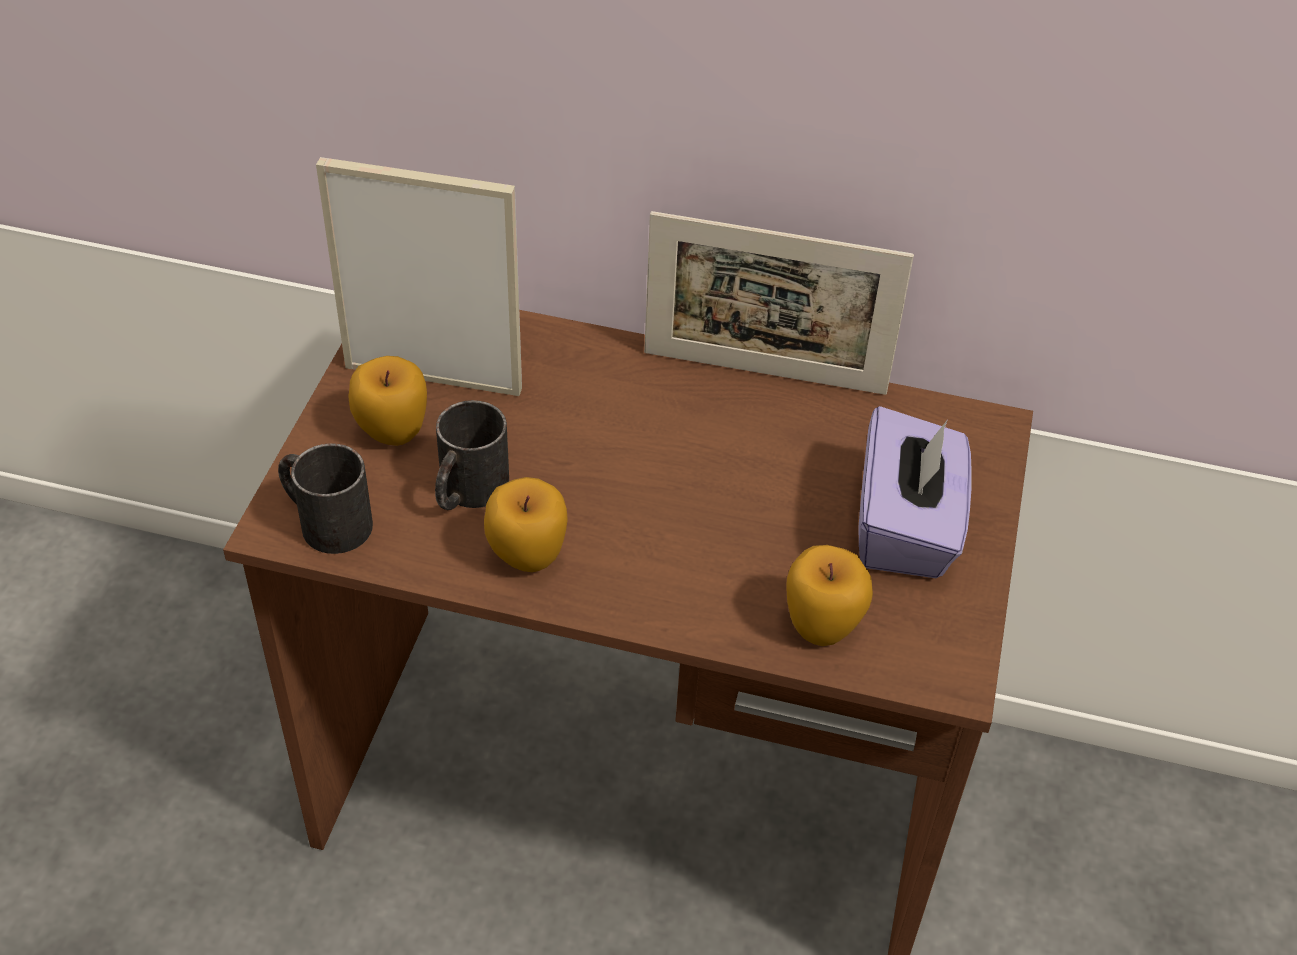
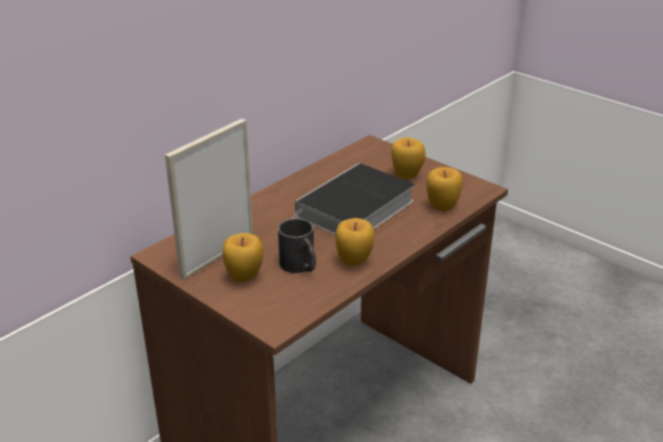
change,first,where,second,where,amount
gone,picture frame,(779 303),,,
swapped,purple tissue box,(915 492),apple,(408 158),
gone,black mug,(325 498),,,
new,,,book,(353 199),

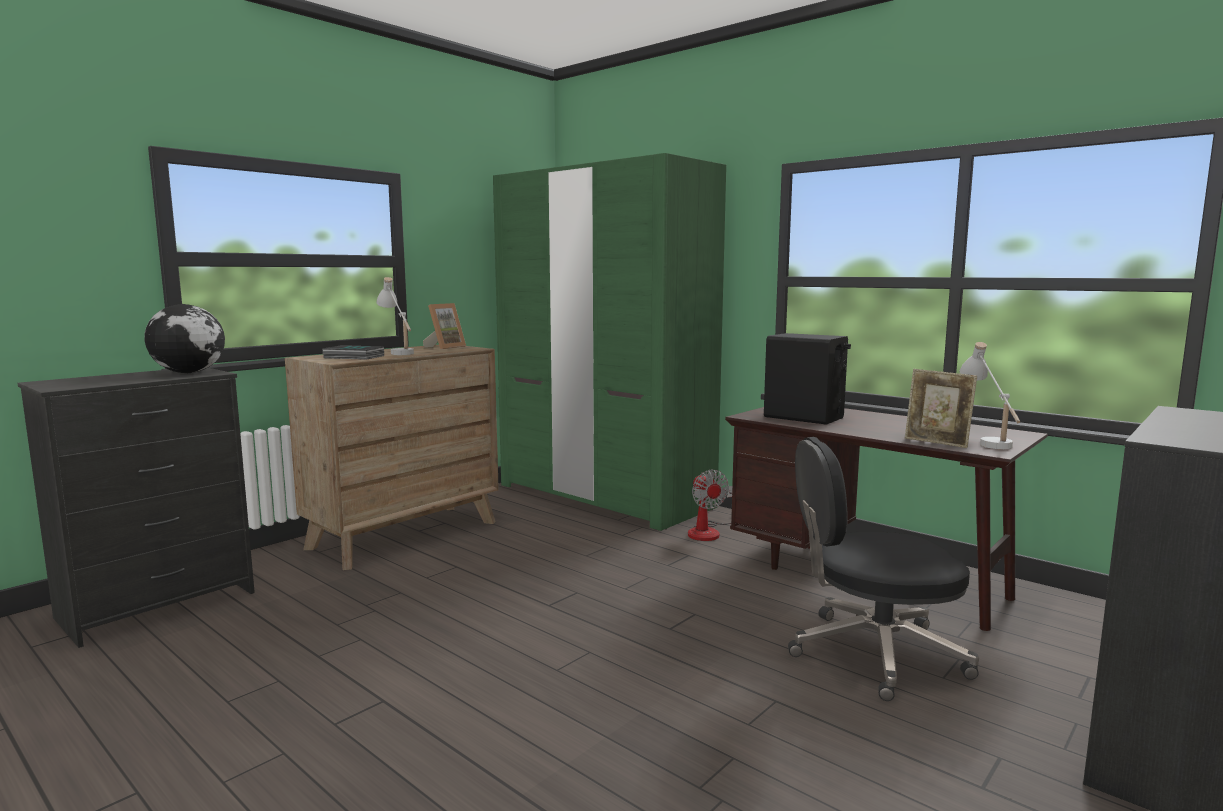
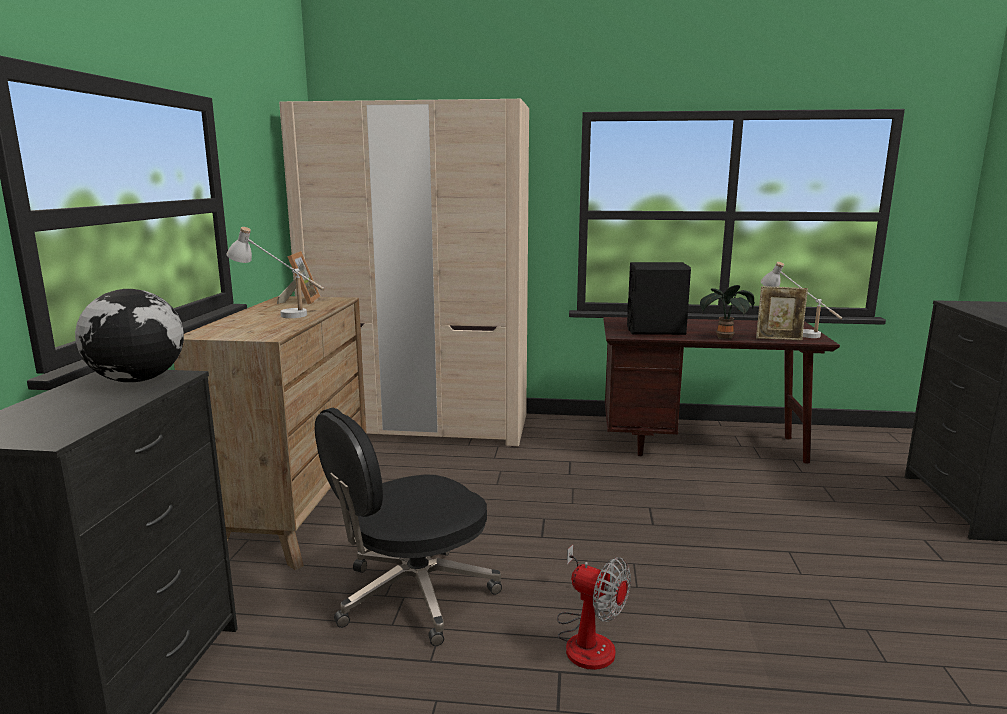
change,first,where,second,where,amount
repainted,green wardrobe,(609 342),beige wardrobe,(404 273),
gone,book,(353 352),,,
shifted,black office chair,(883 569),,(408 526),
shifted,fan,(710 505),,(594 607),
new,,,potted plant,(727 312),

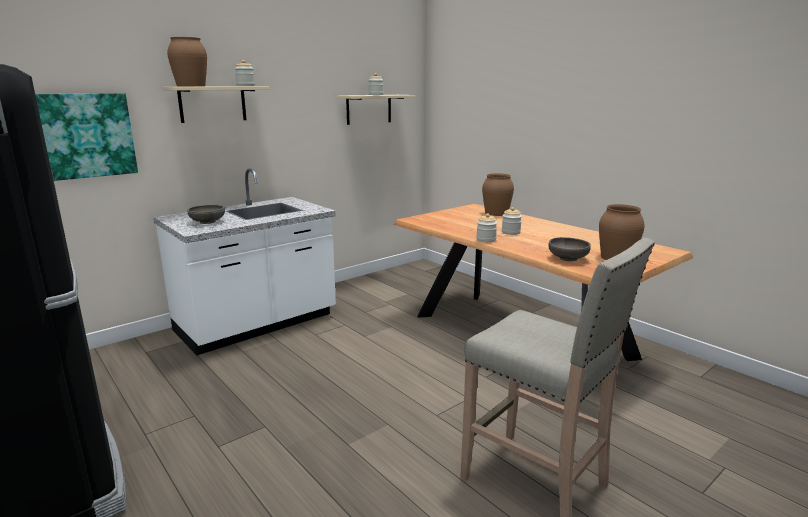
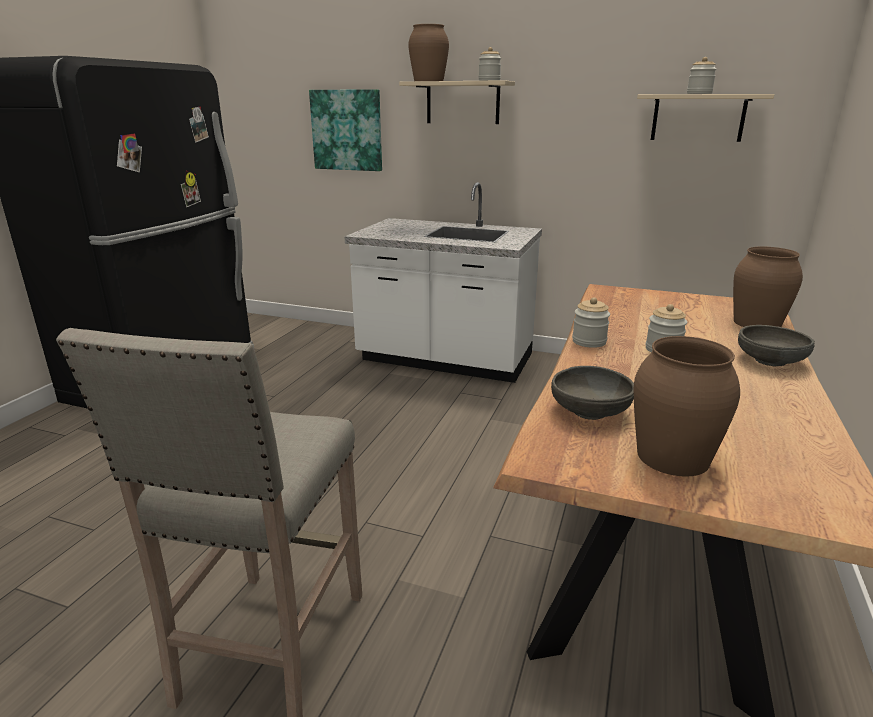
change,first,where,second,where,amount
shifted,grey bowl,(206 214),,(776 345),

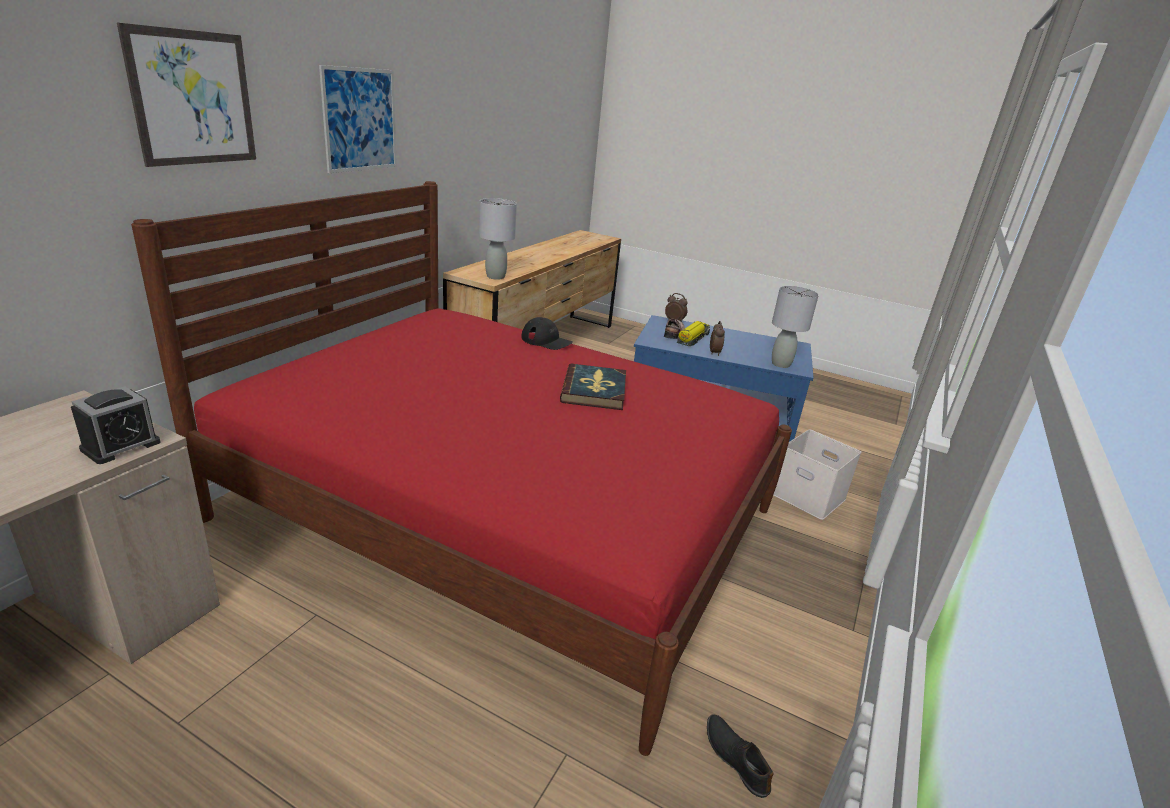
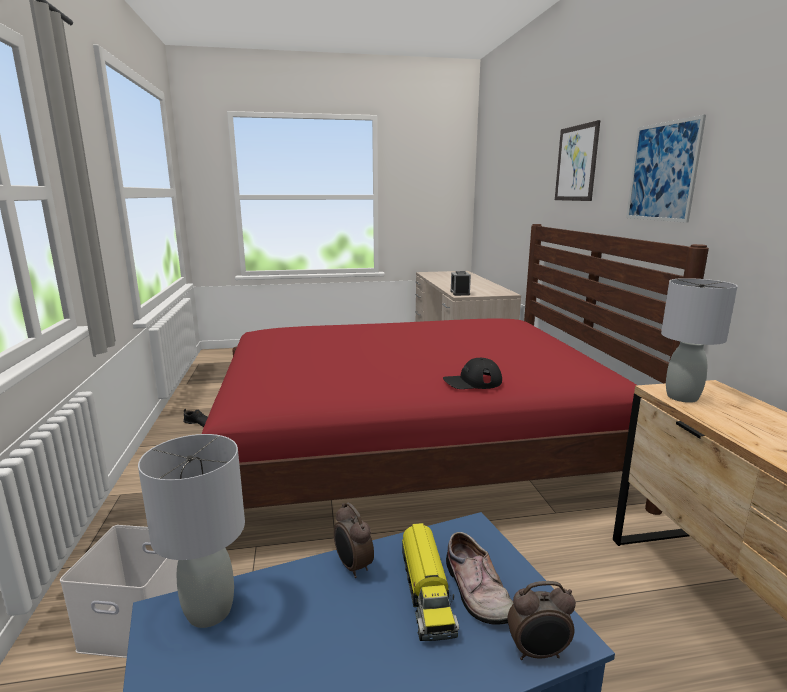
change,first,where,second,where,amount
gone,book,(593 387),,,

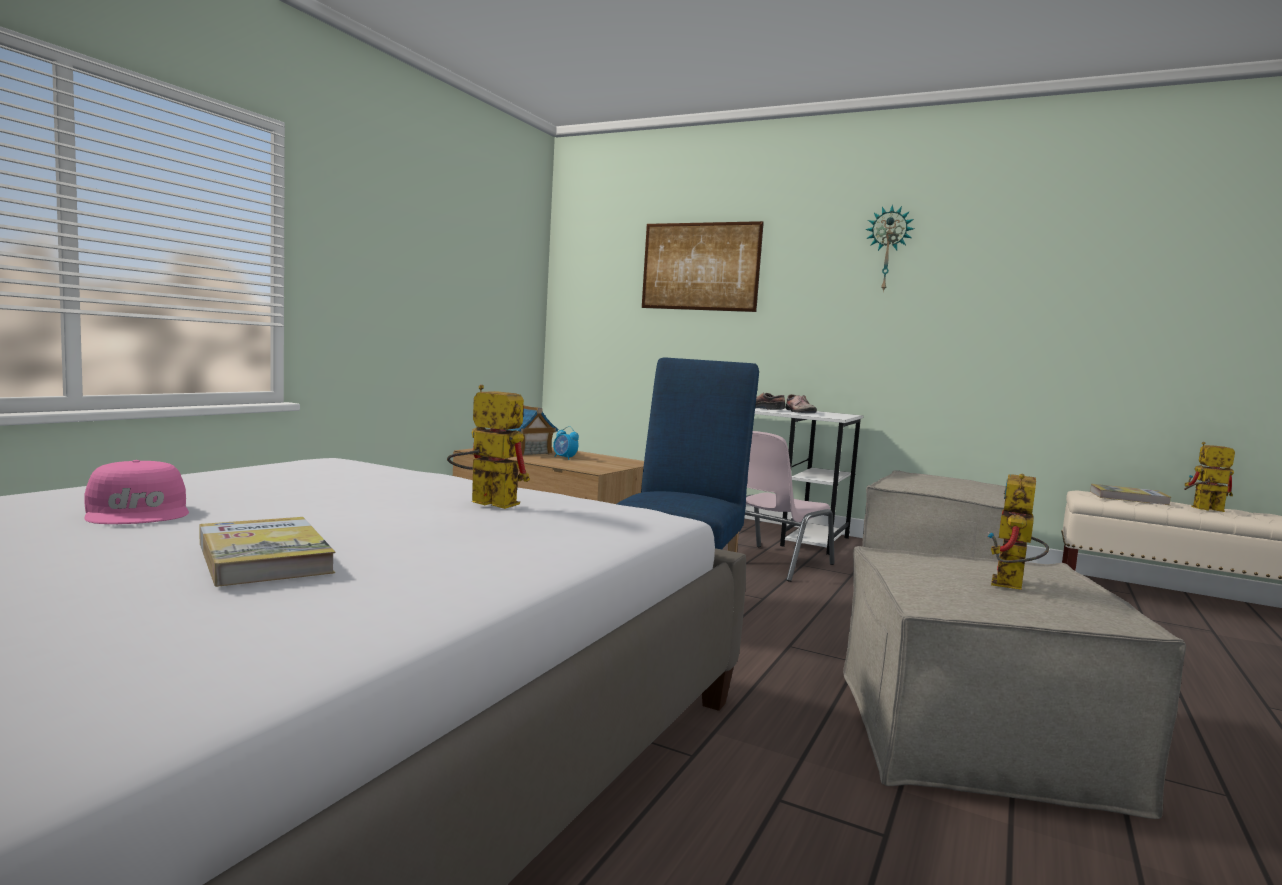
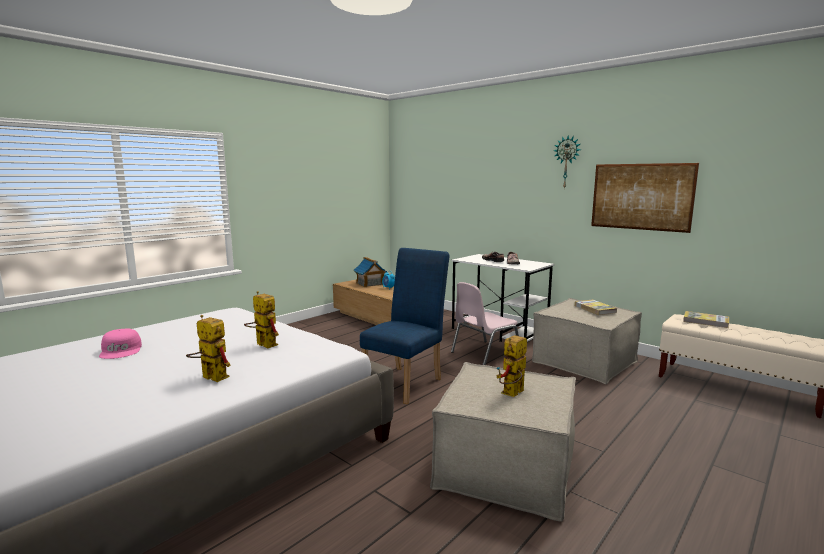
change,first,where,second,where,amount
shifted,picture,(703 266),,(645 198),
shifted,toy robot,(1209 477),,(208 348),
shifted,book,(267 552),,(596 307),

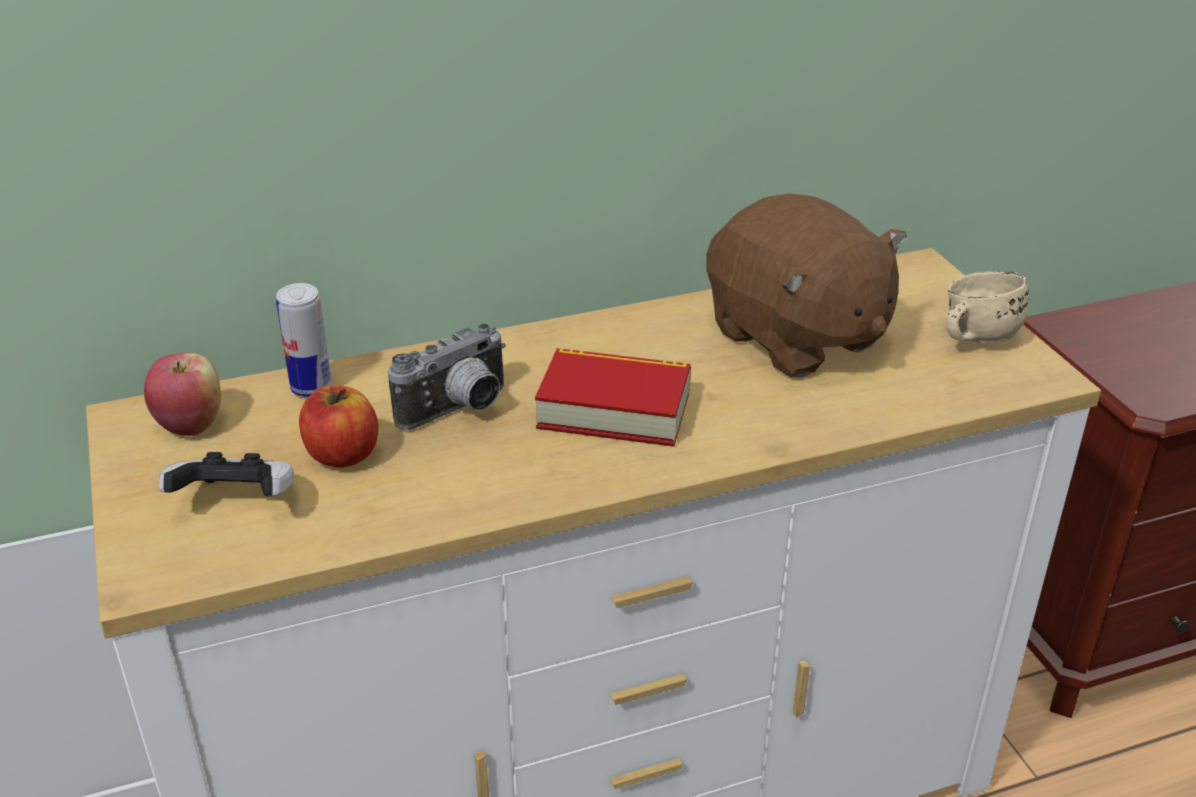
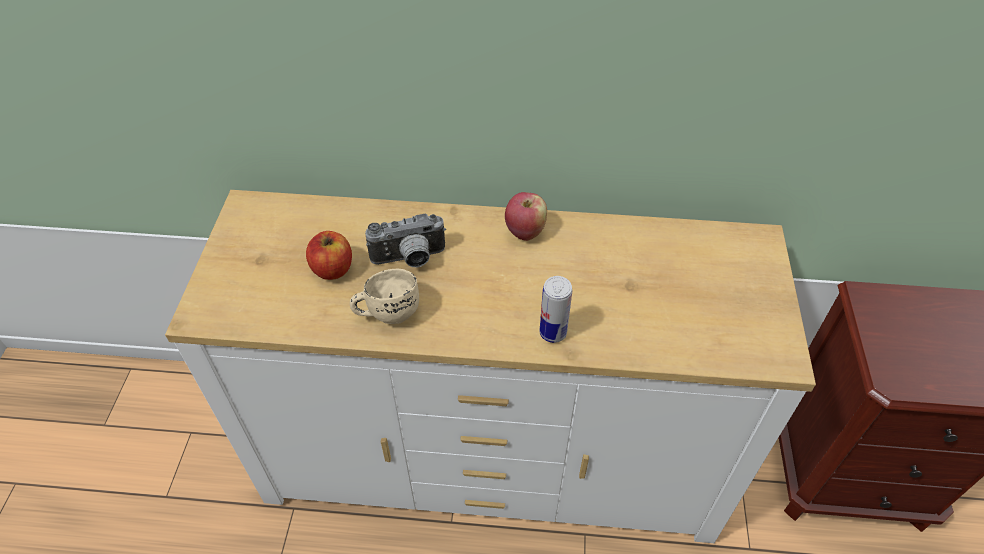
change,first,where,second,where,amount
gone,brown plush toy,(806 286),,,
shifted,beige mug,(987 307),,(384 296),
shifted,can,(304 340),,(555 309),
gone,book,(613 397),,,
shifted,apple,(182 394),,(526 216),
gone,game controller,(226 474),,,

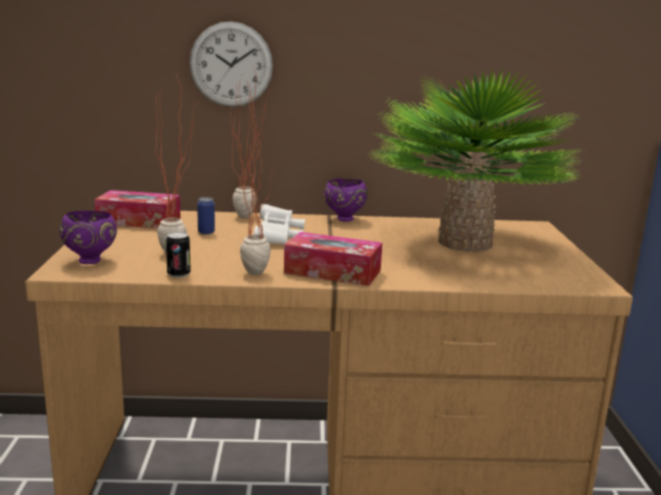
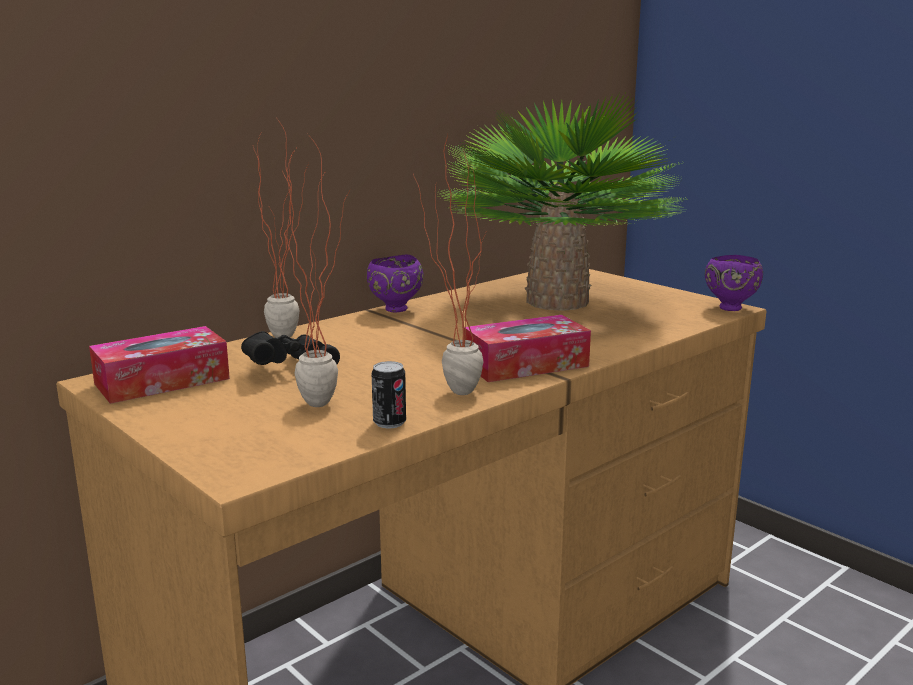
change,first,where,second,where,amount
gone,wall clock,(231 64),,,
swapped,can,(206 216),black binoculars,(290 348),
gone,white binoculars,(279 224),,,
shifted,purple bowl,(88 237),,(734 283),

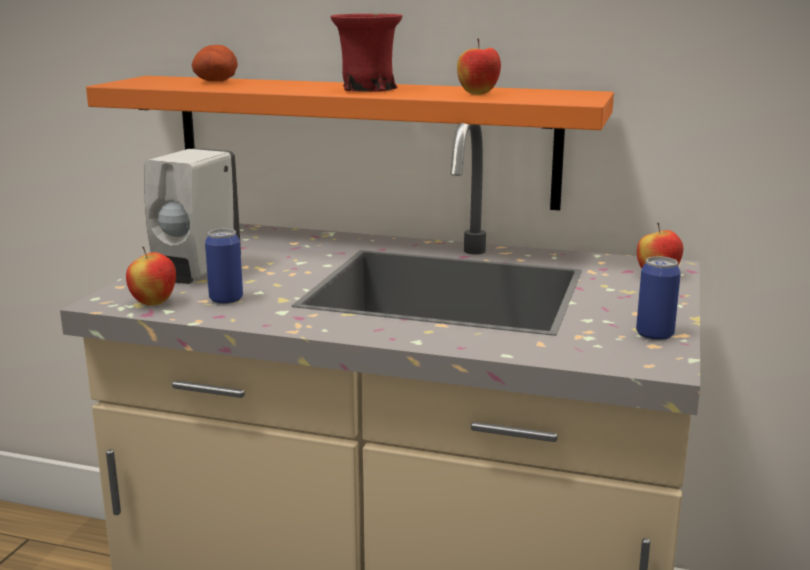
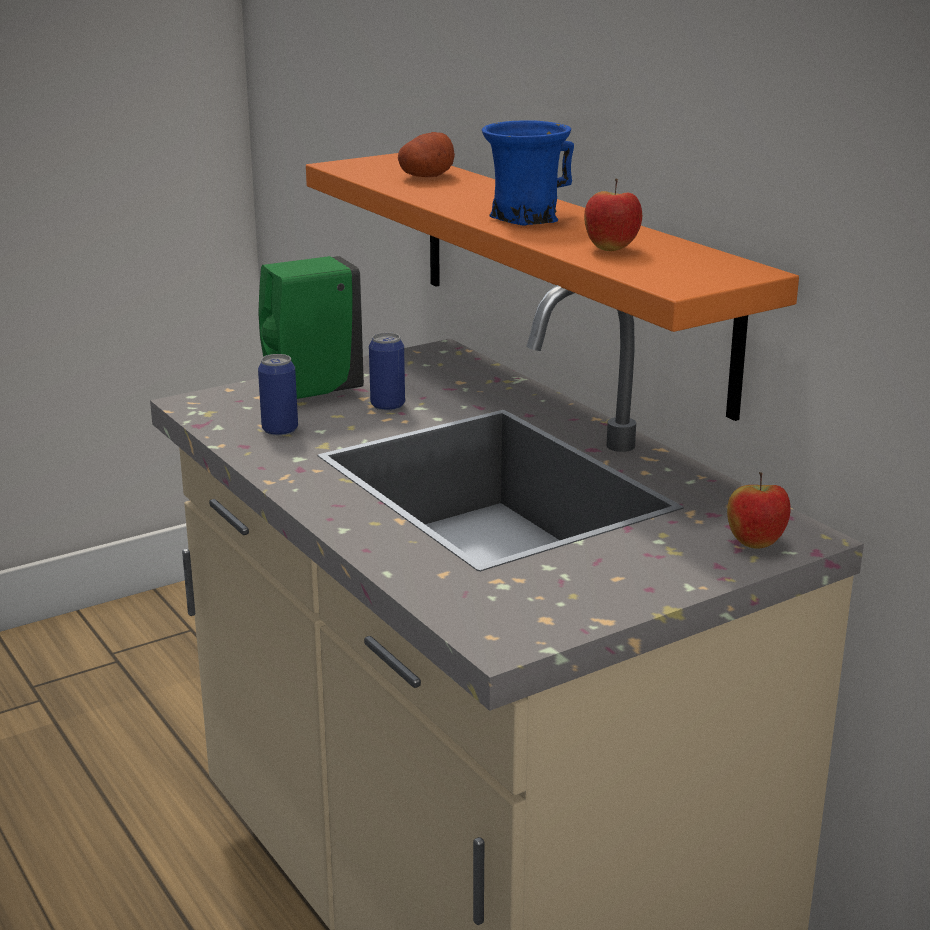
change,first,where,second,where,amount
repainted,red mug,(366 53),blue mug,(528 172),
repainted,white soap dispenser,(192 216),green soap dispenser,(311 327),
gone,apple,(151 276),,,
shifted,can,(658 298),,(387 371),

